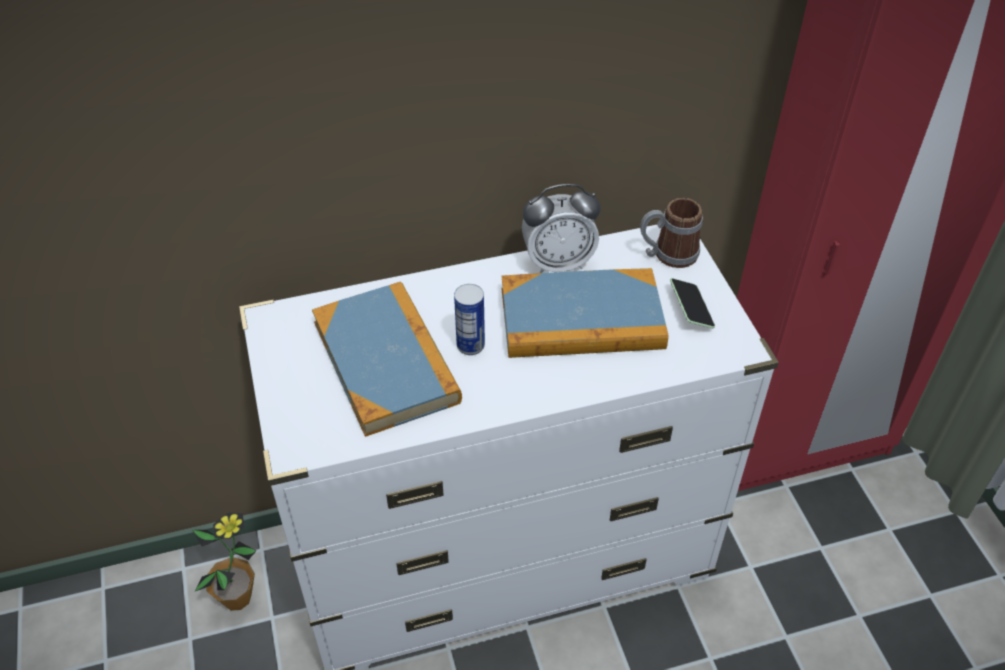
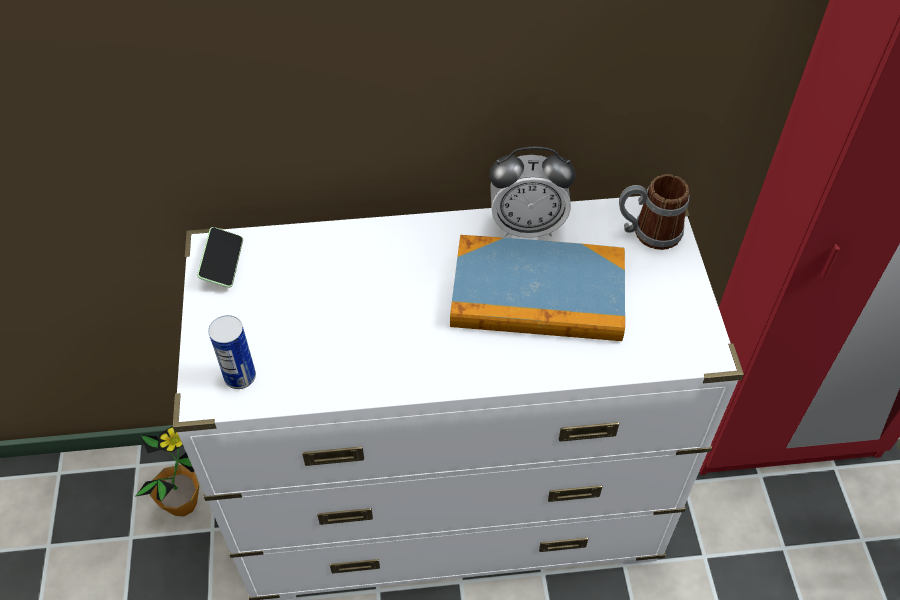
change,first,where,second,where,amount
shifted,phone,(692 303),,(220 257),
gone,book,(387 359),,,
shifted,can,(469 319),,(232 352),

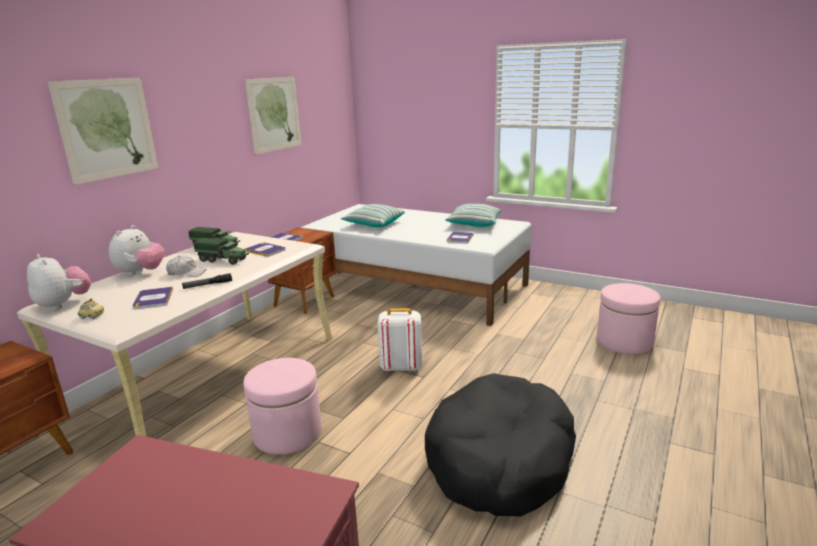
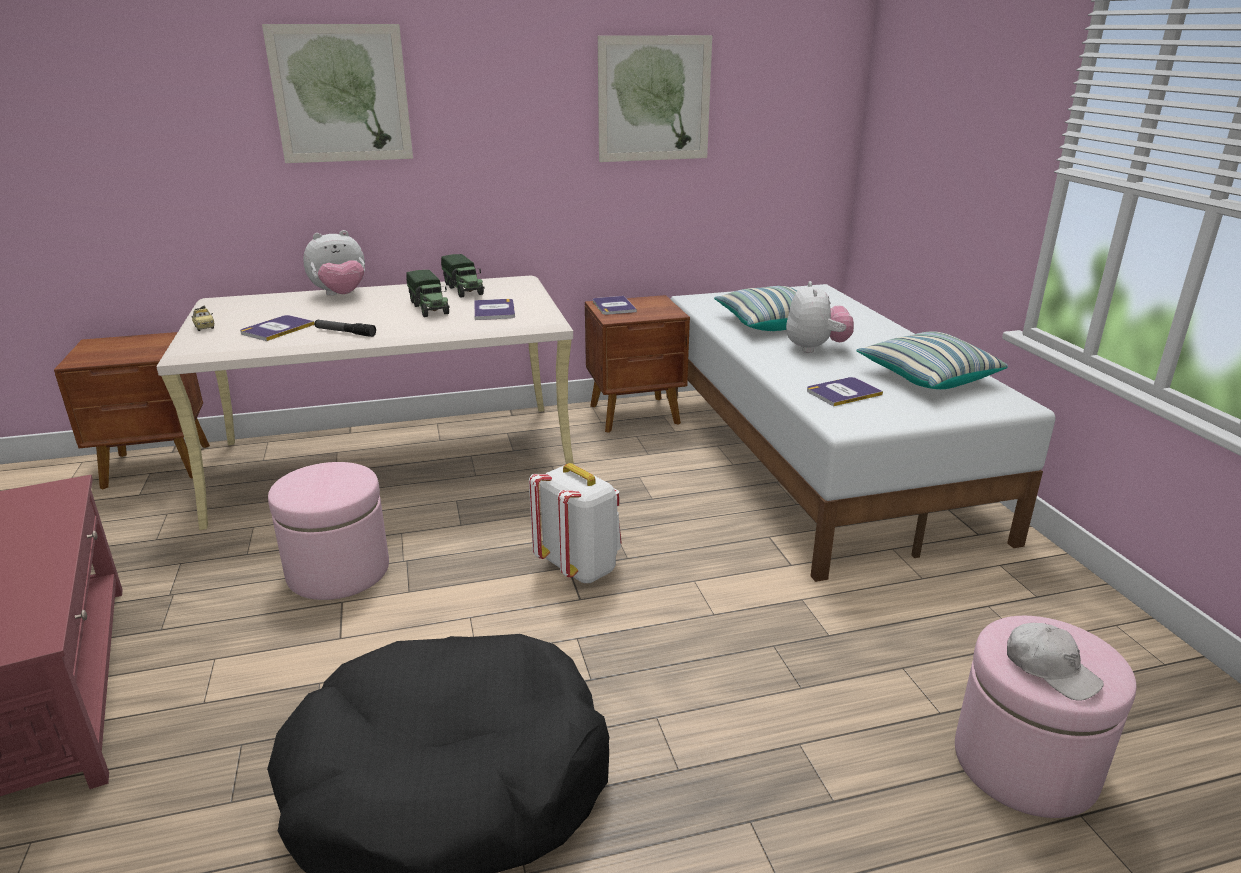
change,first,where,second,where,amount
shifted,plush toy,(59 282),,(820 317),
shifted,white cap,(186 266),,(1055 662),

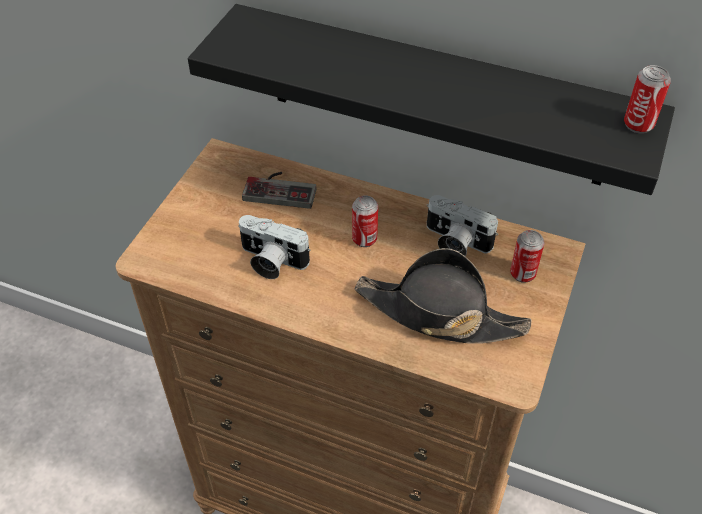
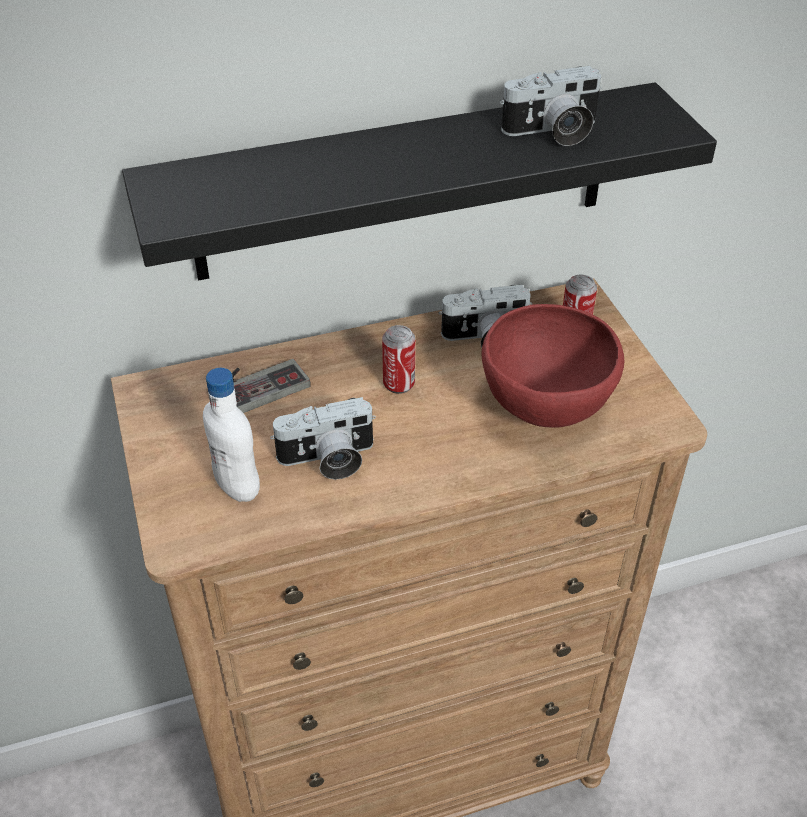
change,first,where,second,where,amount
gone,can,(647 99),,,
swapped,black hat,(442 296),red bowl,(552 366),
new,,,photo camera,(550 106),
new,,,white bottle,(231 435),

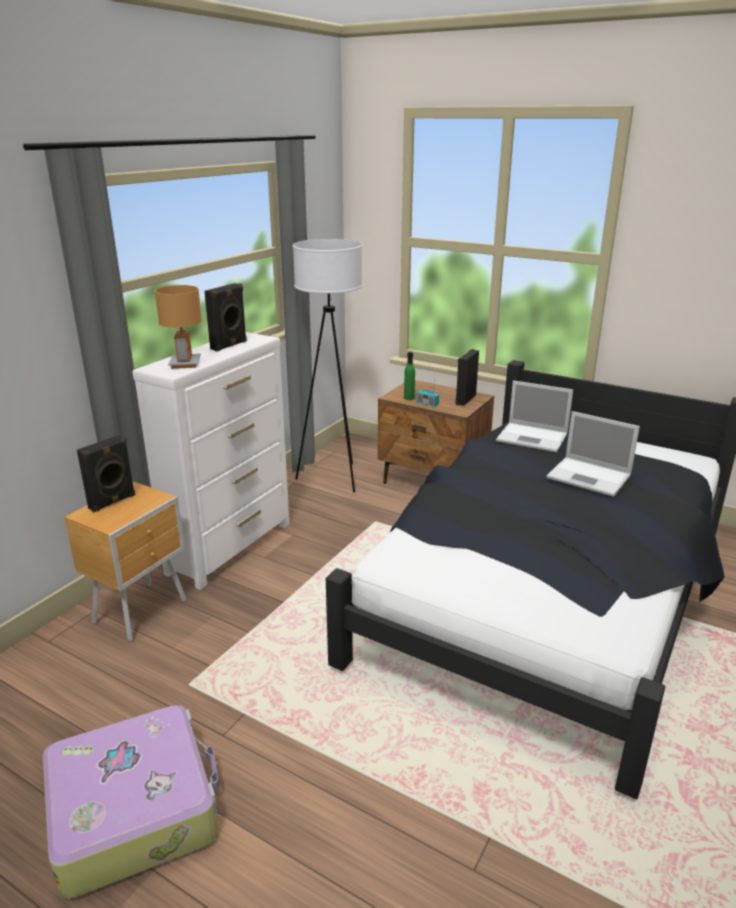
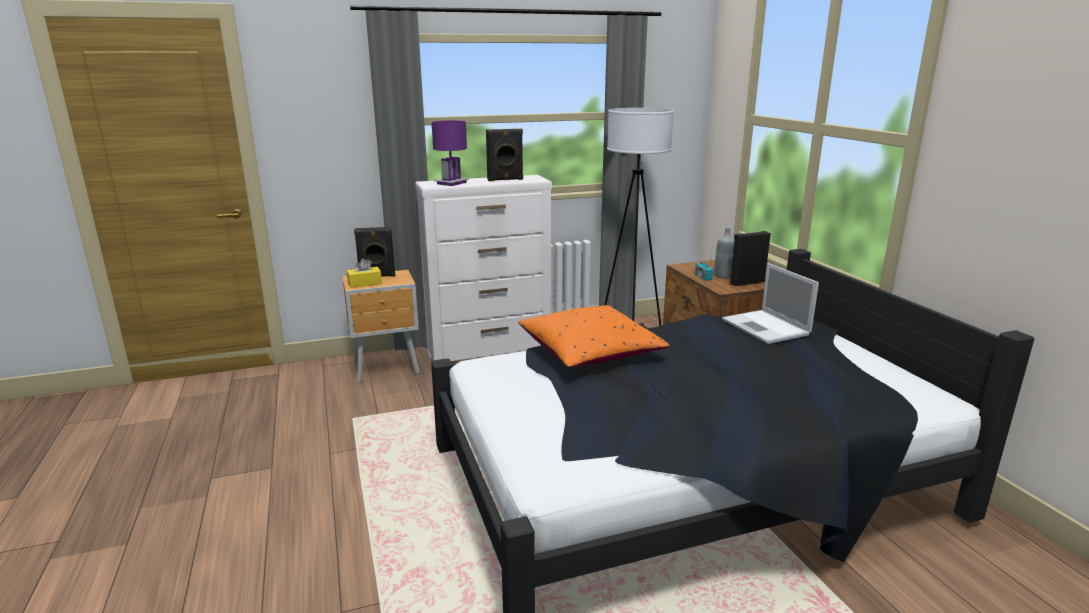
change,first,where,second,where,amount
repainted,brown table lamp,(178 327),purple table lamp,(450 153),
gone,green bottle,(409 376),,,
gone,laptop,(593 454),,,
gone,suitcase,(131 802),,,
new,,,grey bottle,(725 253),
new,,,yellow tissue box,(364 273),
new,,,orange pillow,(593 336),

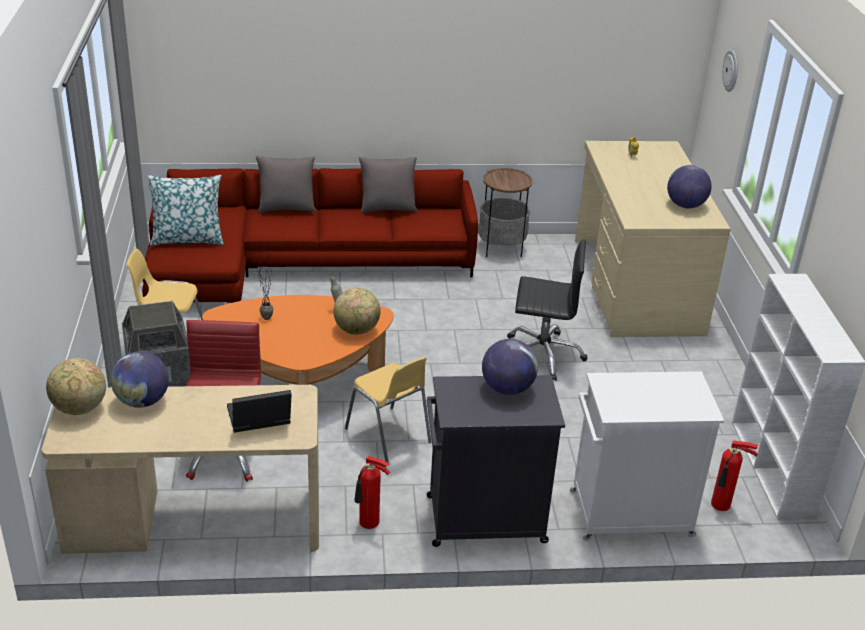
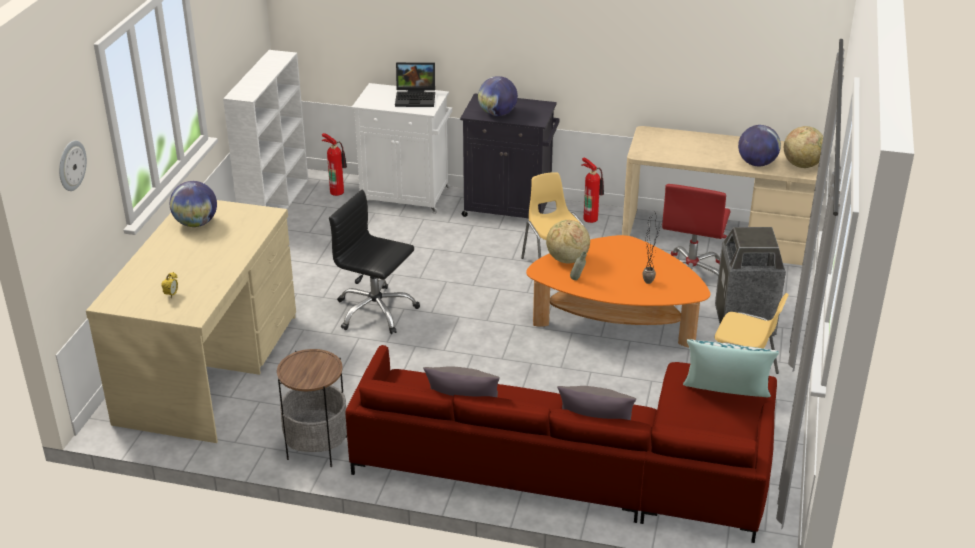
change,first,where,second,where,amount
shifted,laptop,(259 411),,(415 84),

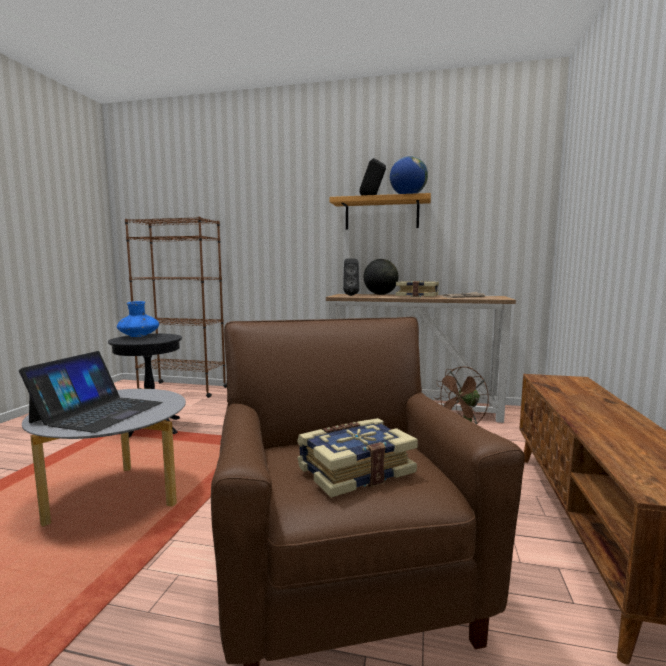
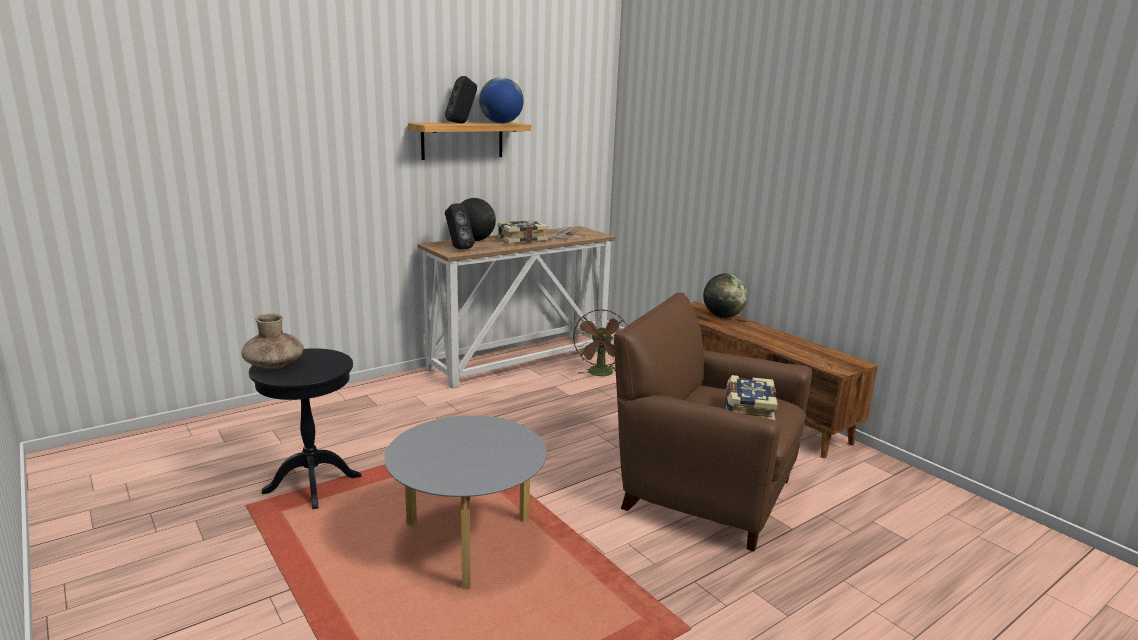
change,first,where,second,where,amount
gone,brown bookcase,(176 307),,,
repainted,blue vase,(138 319),brown vase,(272 341),
gone,laptop,(91 392),,,
new,,,globe,(725 295),

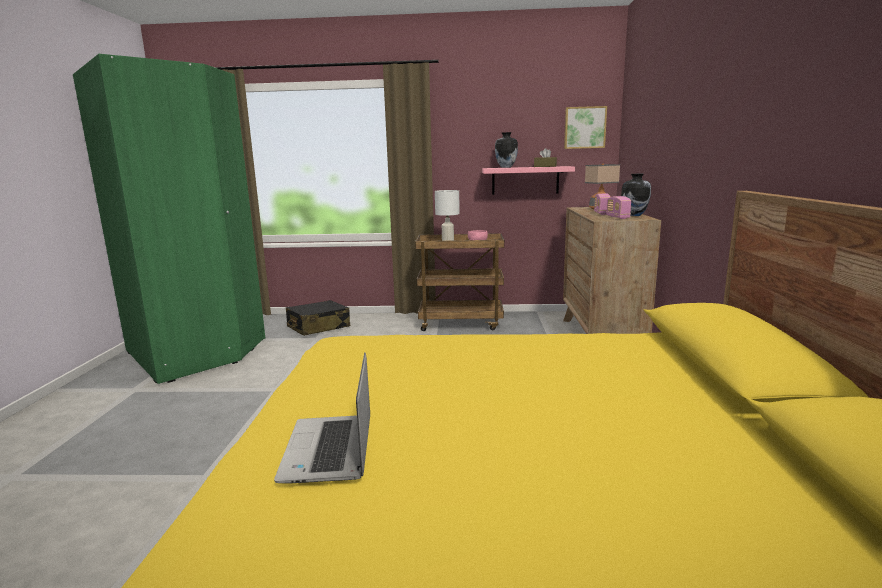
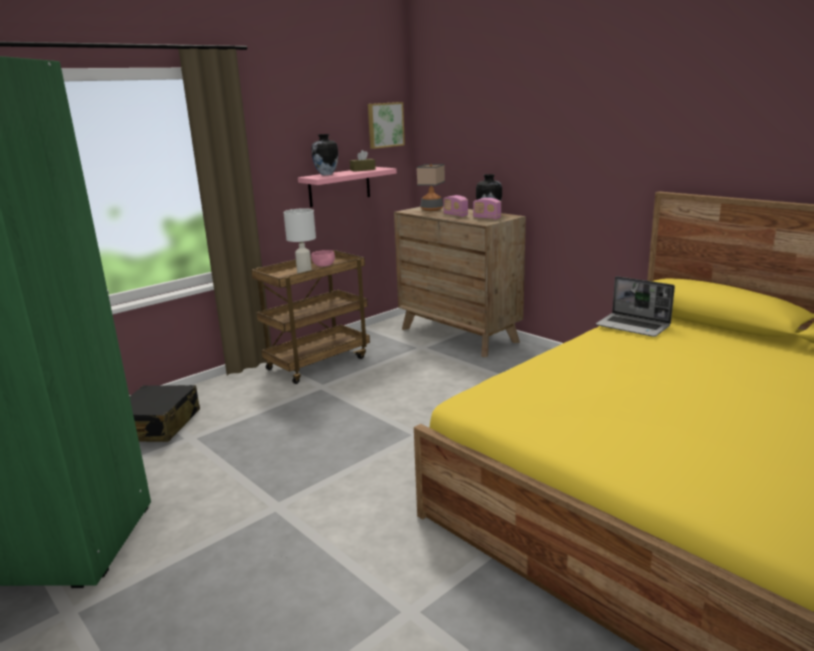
change,first,where,second,where,amount
shifted,laptop,(322 418),,(635 306),

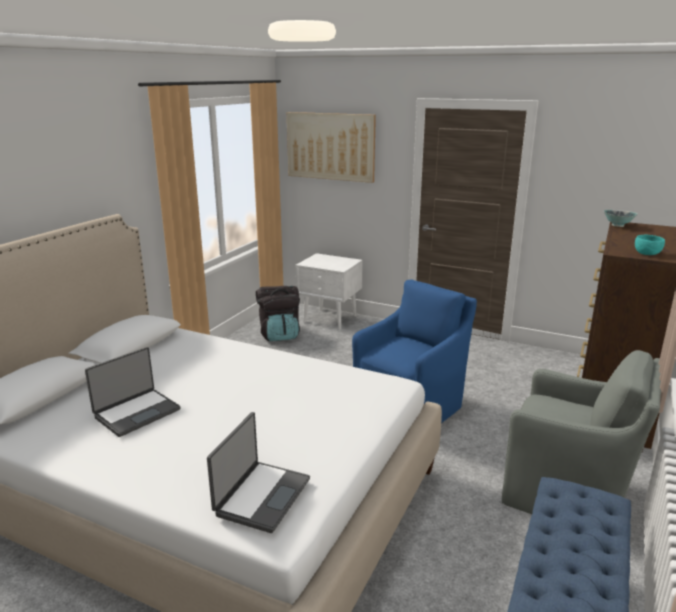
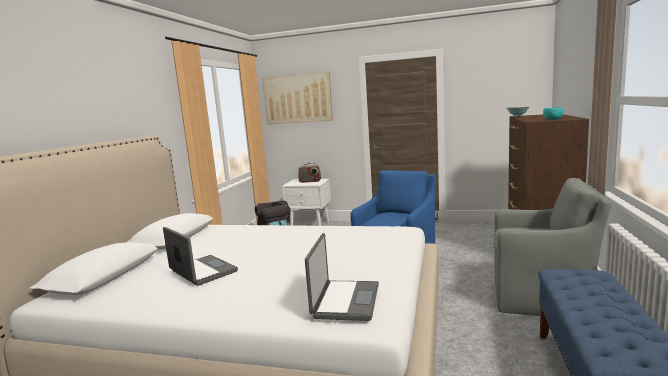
change,first,where,second,where,amount
rotated,laptop,(133 392),,(200 256),75 degrees counterclockwise
new,,,radio,(309 173),

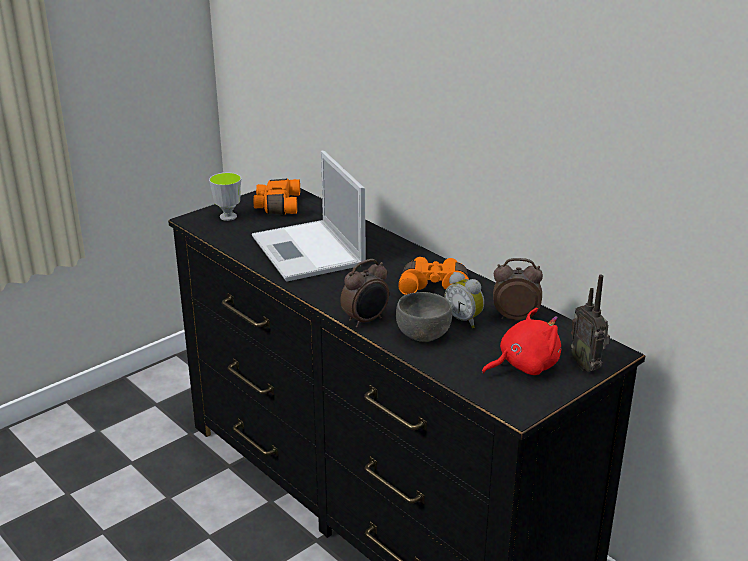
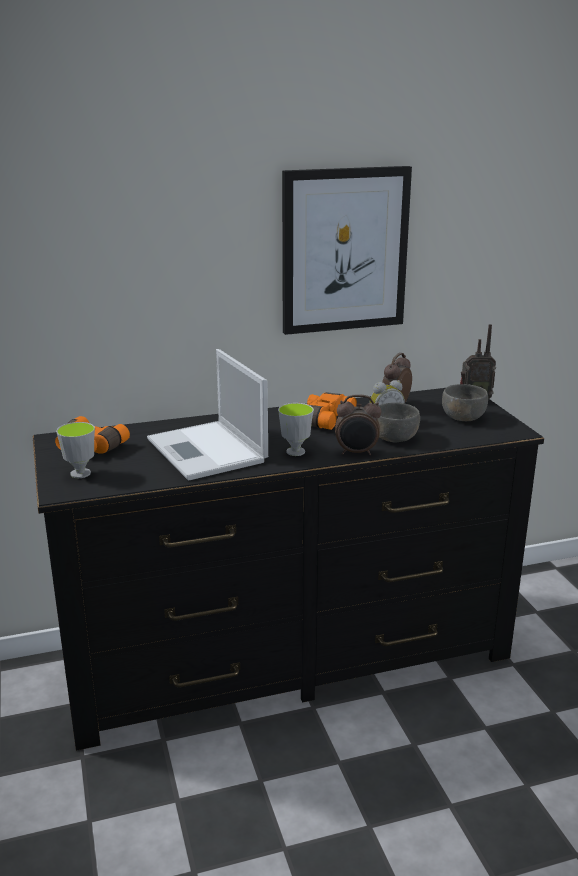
change,first,where,second,where,amount
rotated,laptop,(308 216),,(207 415),60 degrees clockwise
rotated,alarm clock,(364 293),,(358 424),105 degrees clockwise
swapped,red plush toy,(521 341),grey bowl,(465 402),
new,,,picture,(347 250),
new,,,cup,(296 429),

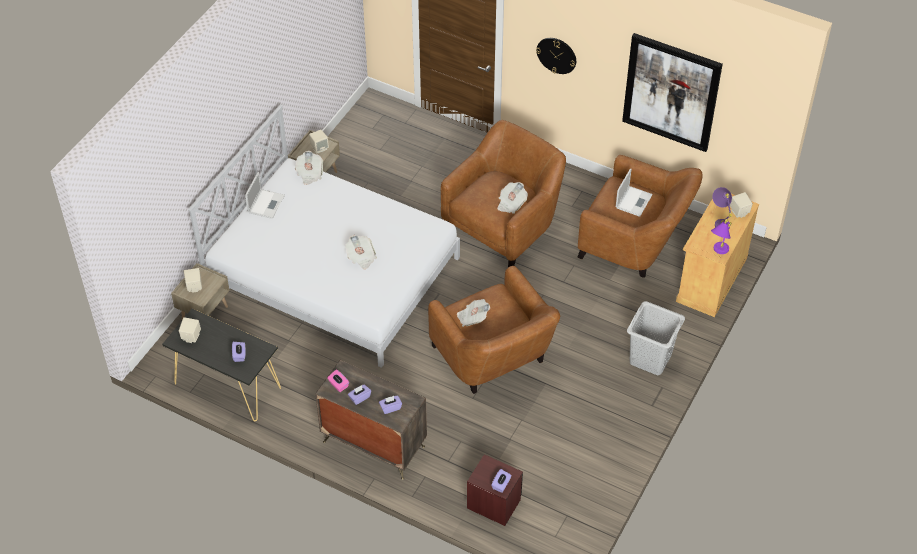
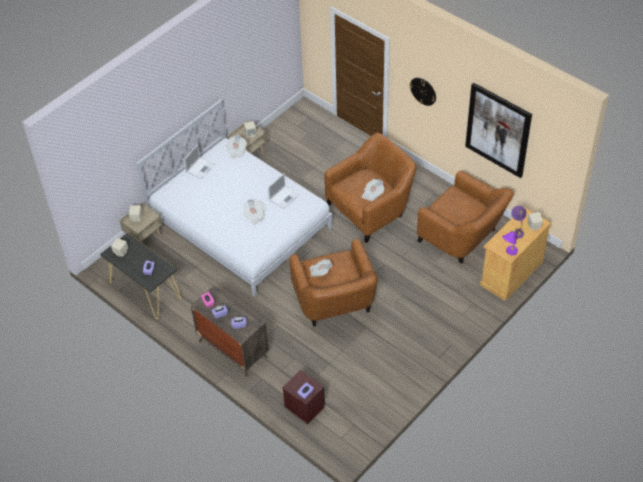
change,first,where,second,where,amount
shifted,laptop,(634 193),,(283 191),
gone,grey laundry basket,(656 338),,,

